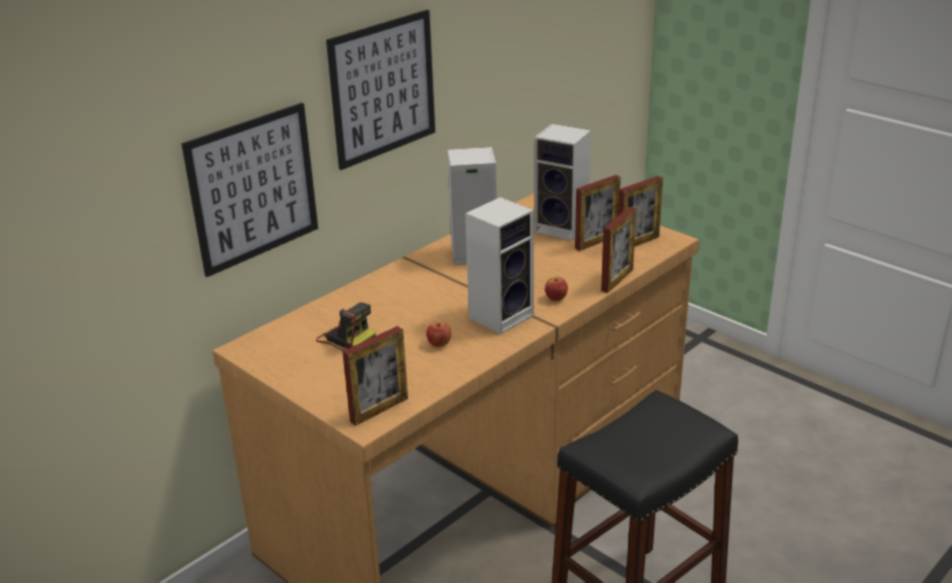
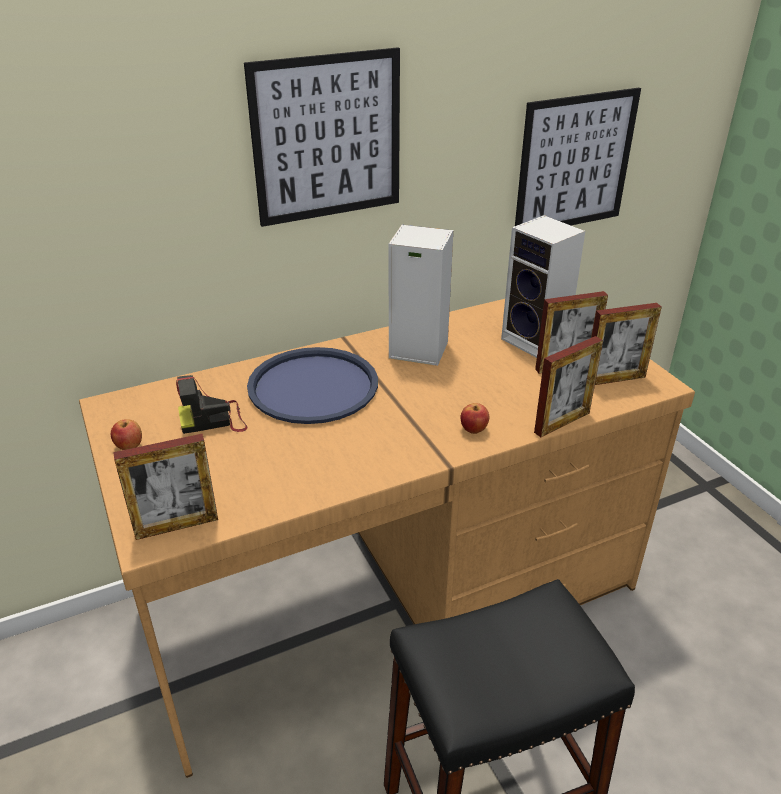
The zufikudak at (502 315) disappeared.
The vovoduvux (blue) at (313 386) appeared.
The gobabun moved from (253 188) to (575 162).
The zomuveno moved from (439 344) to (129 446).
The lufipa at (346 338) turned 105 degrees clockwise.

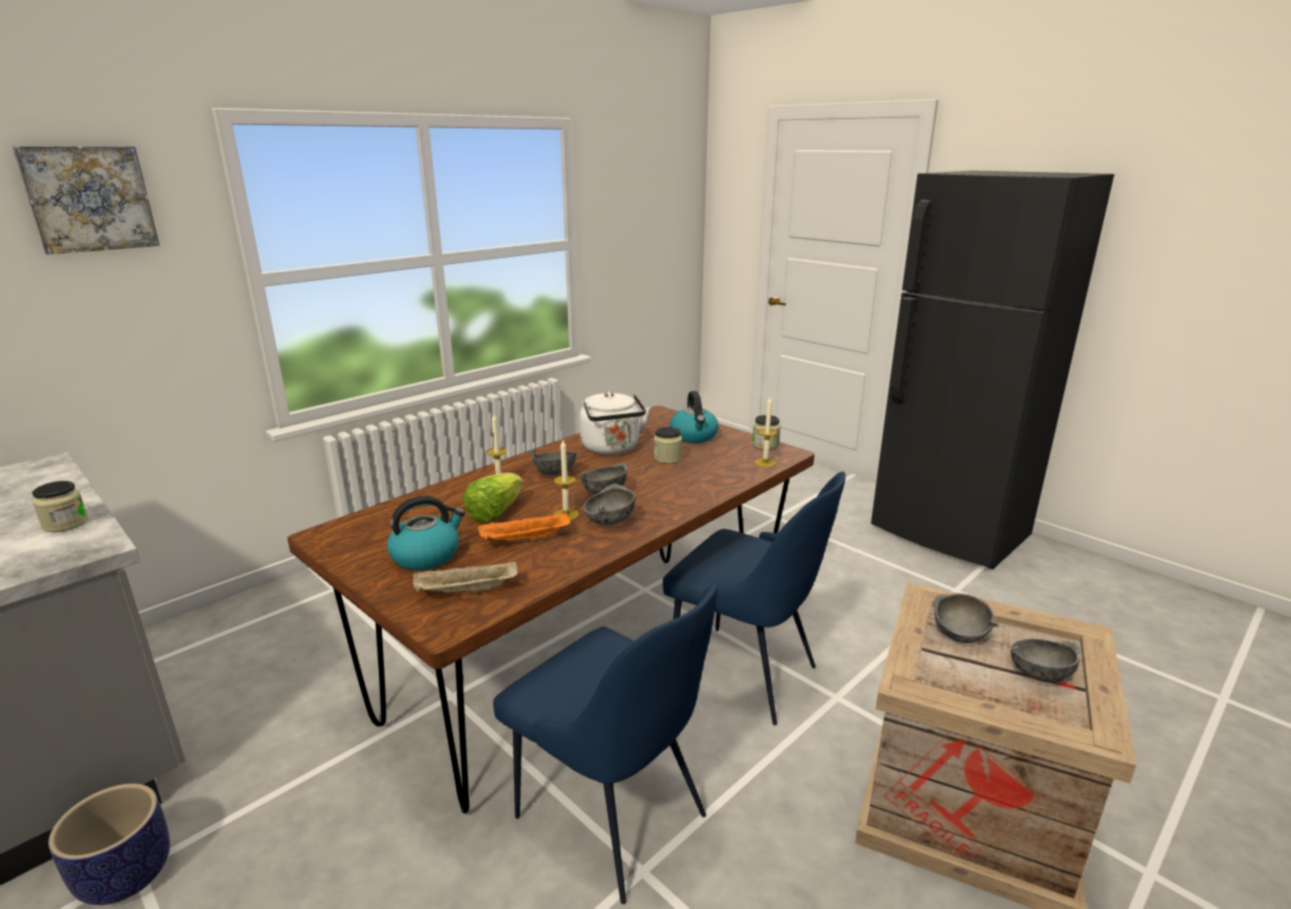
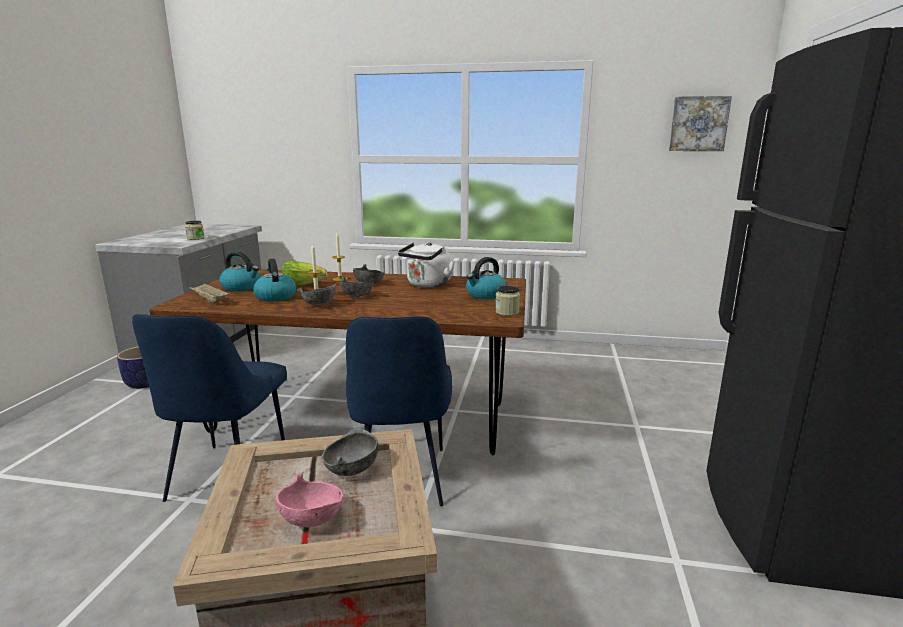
The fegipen at (667 458) disappeared.
The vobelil at (765 463) disappeared.
The gobabun moved from (89 198) to (698 124).
The vovoduvux (orange) at (524 540) was replaced by the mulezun at (275 297).
The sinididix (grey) at (1038 674) became the sinididix (pink) at (312 519).

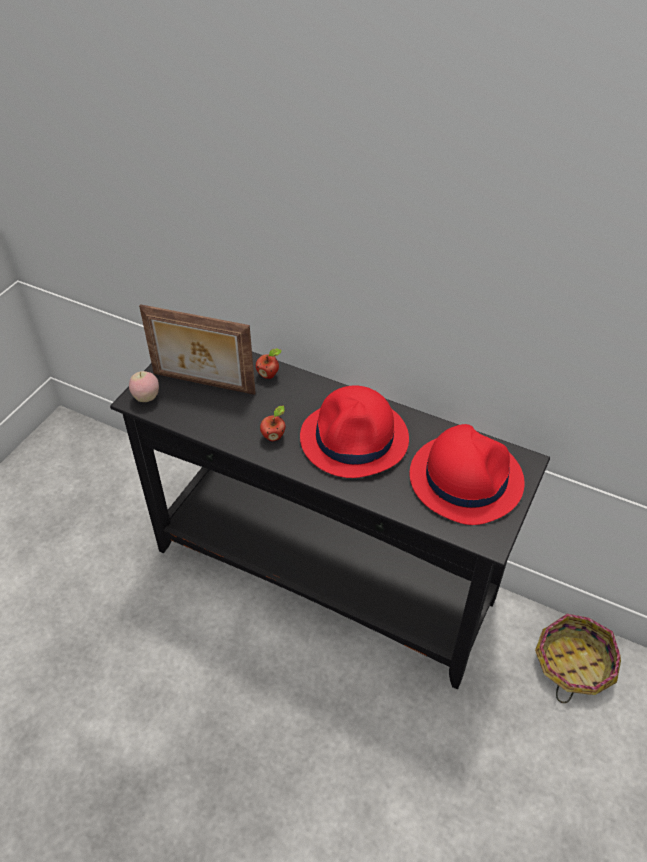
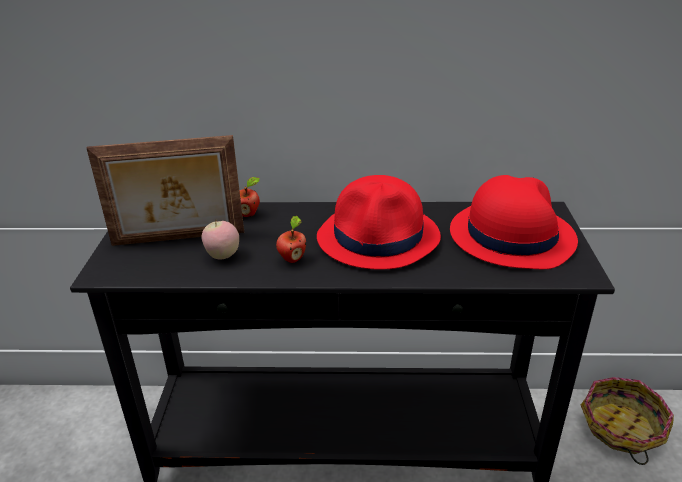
The zomuveno moved from (146 398) to (223 256).

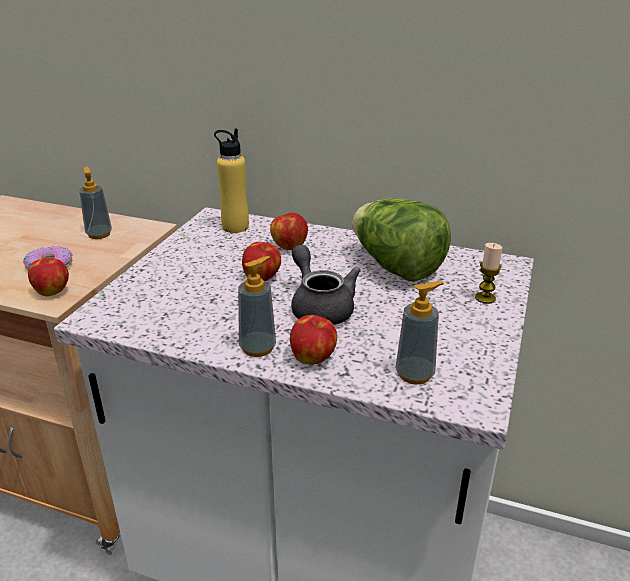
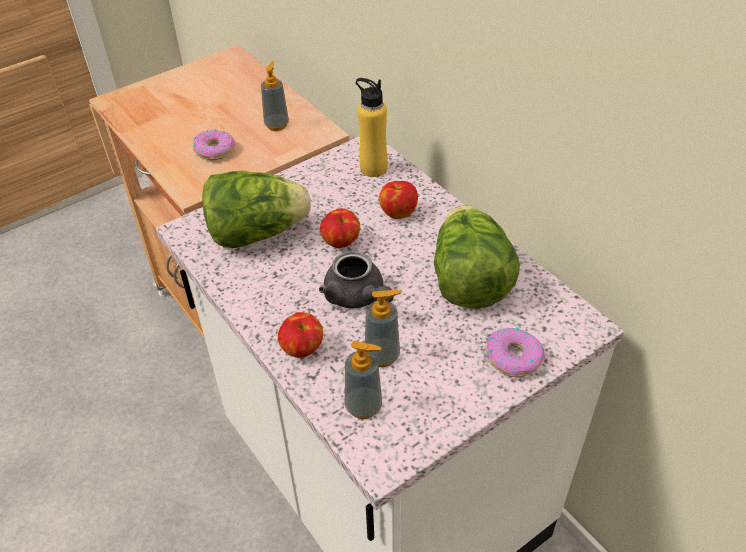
The zomuveno at (52 291) disappeared.
The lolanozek at (256 233) appeared.
The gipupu moved from (258 348) to (382 355).
The vobelil at (485 298) was replaced by the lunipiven at (513 357).
The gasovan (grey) at (320 307) turned 135 degrees clockwise.

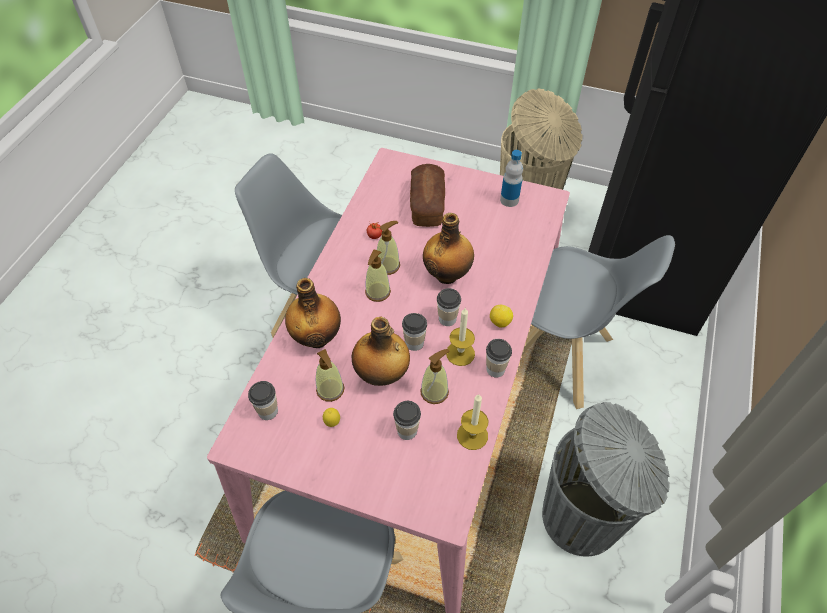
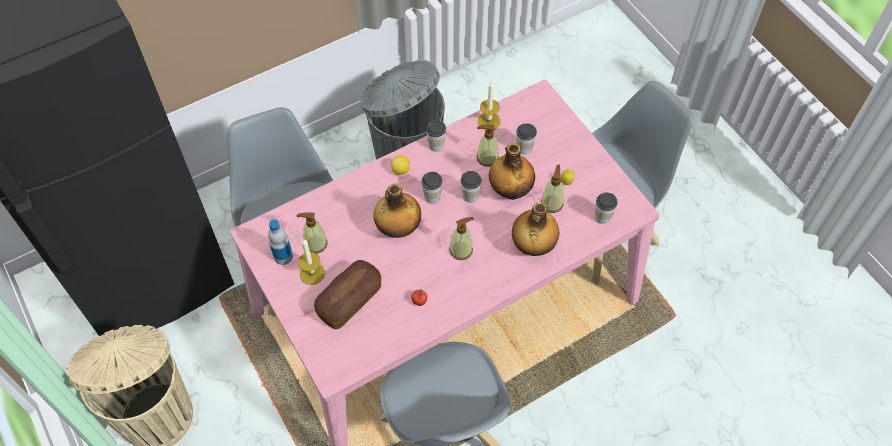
The gipupu moved from (388 265) to (315 244).
The vobelil moved from (460 353) to (312 273).

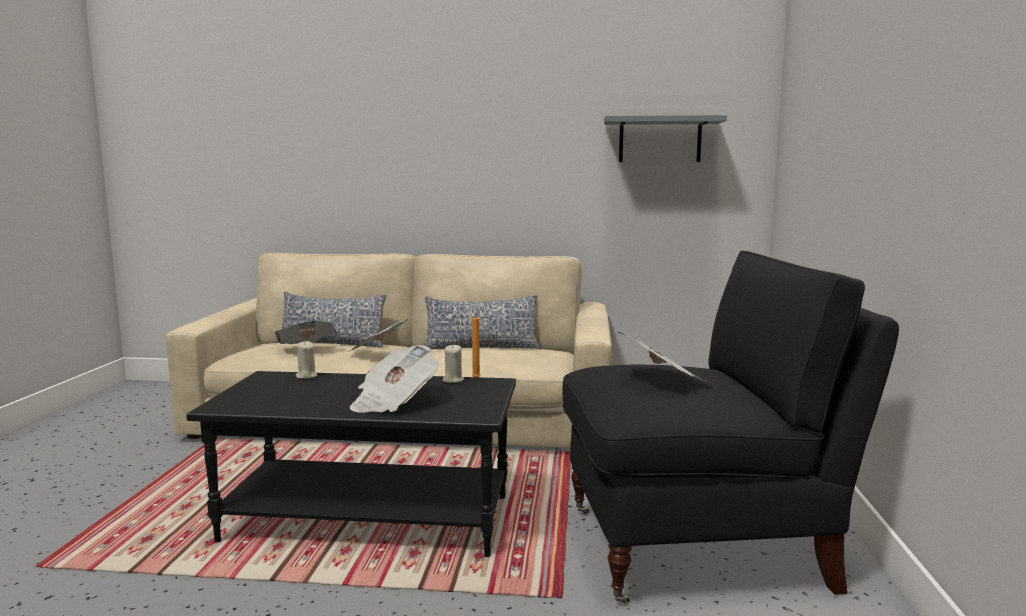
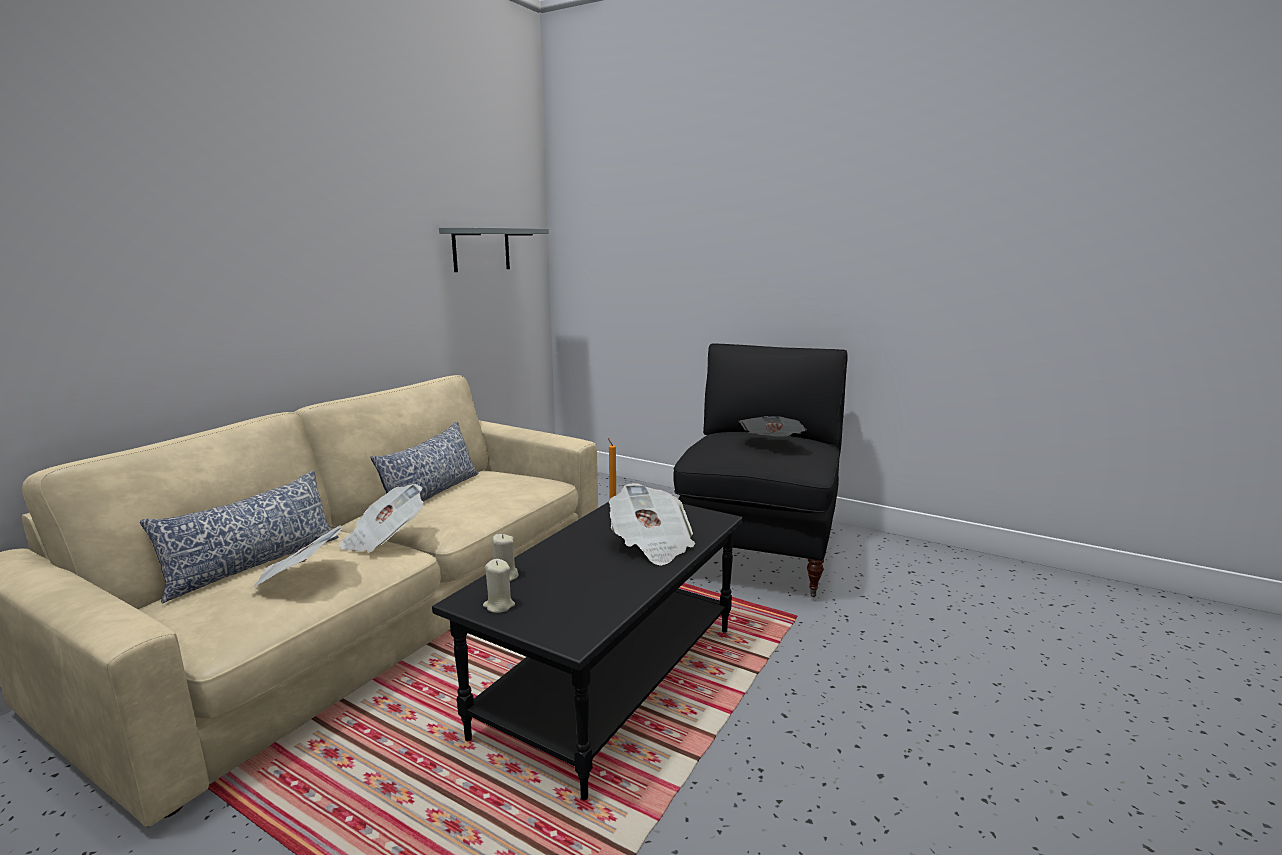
The vobelil (beige) moved from (453 380) to (499 605).

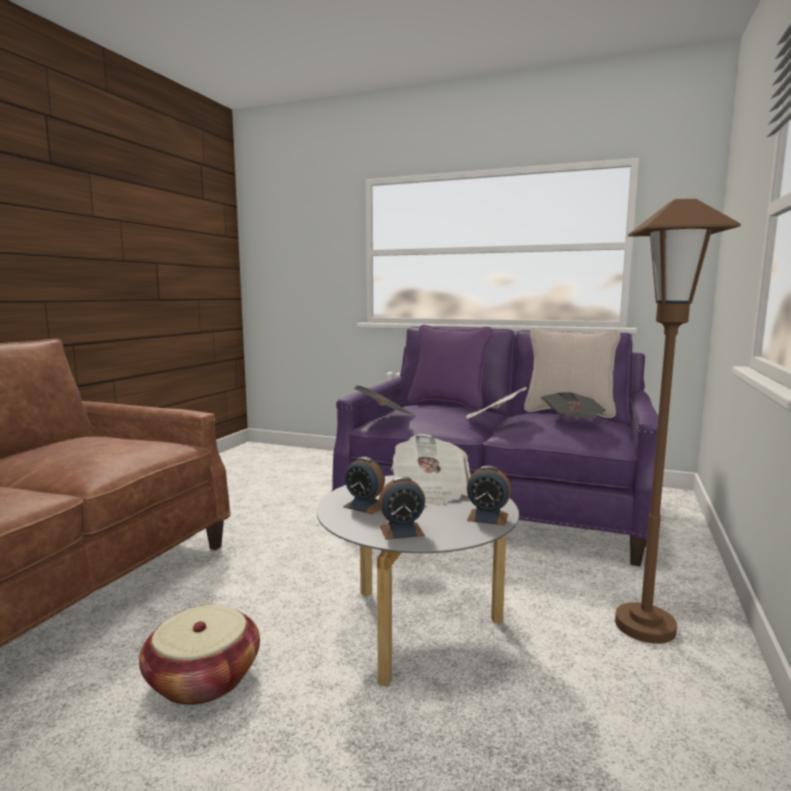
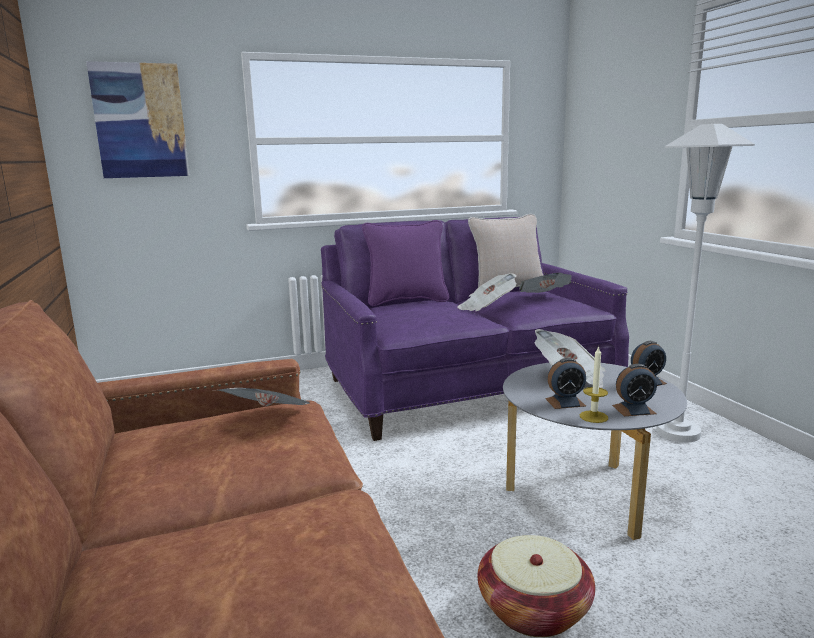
The gobabun at (140 121) appeared.
The vobelil at (593 416) appeared.
The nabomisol moved from (384 416) to (270 421).
The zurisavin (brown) at (644 626) became the zurisavin (white) at (678 432).
The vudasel at (401 531) turned 45 degrees clockwise.

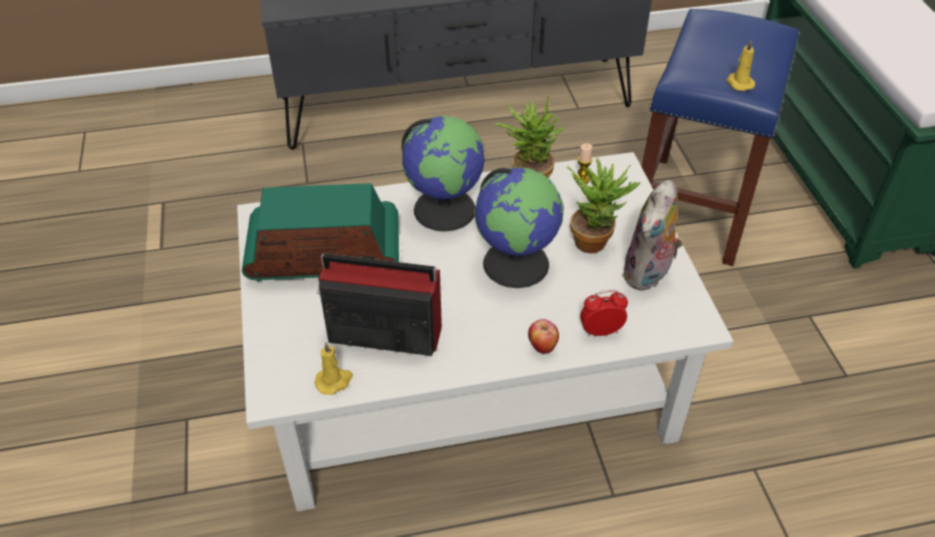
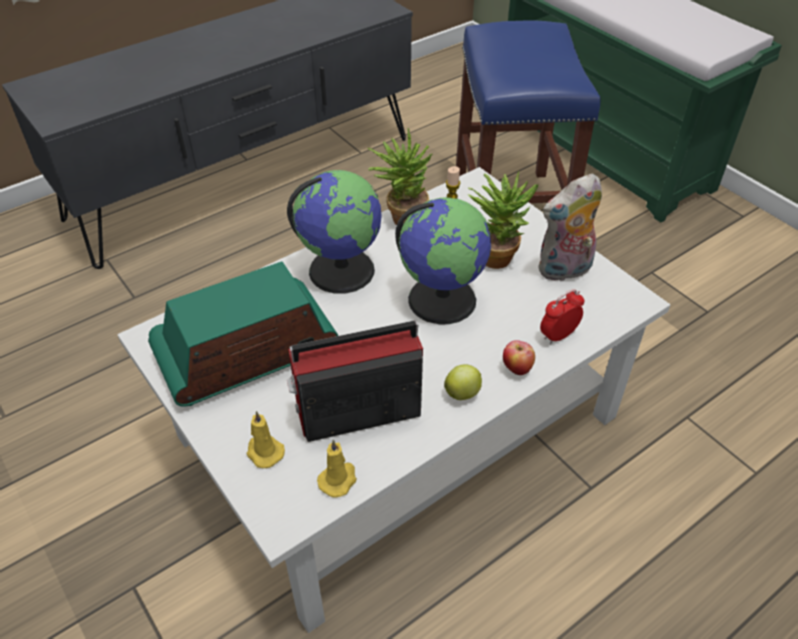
The zomuveno at (462 393) appeared.
The vobelil (yellow) moved from (739 83) to (264 452).
The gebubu at (648 275) turned 60 degrees clockwise.

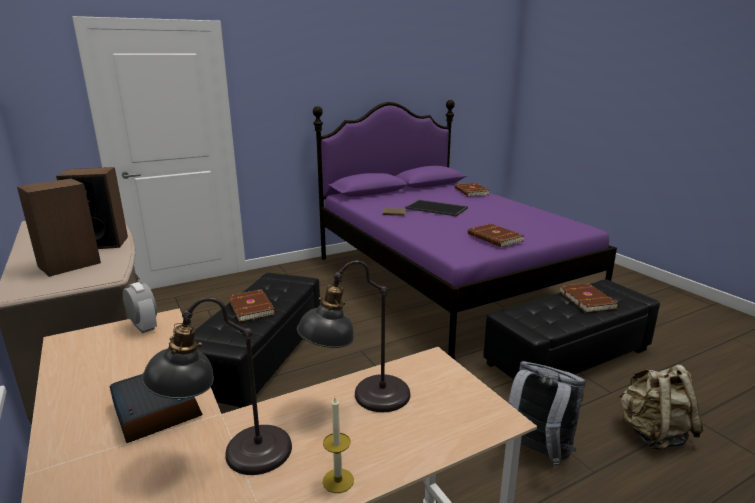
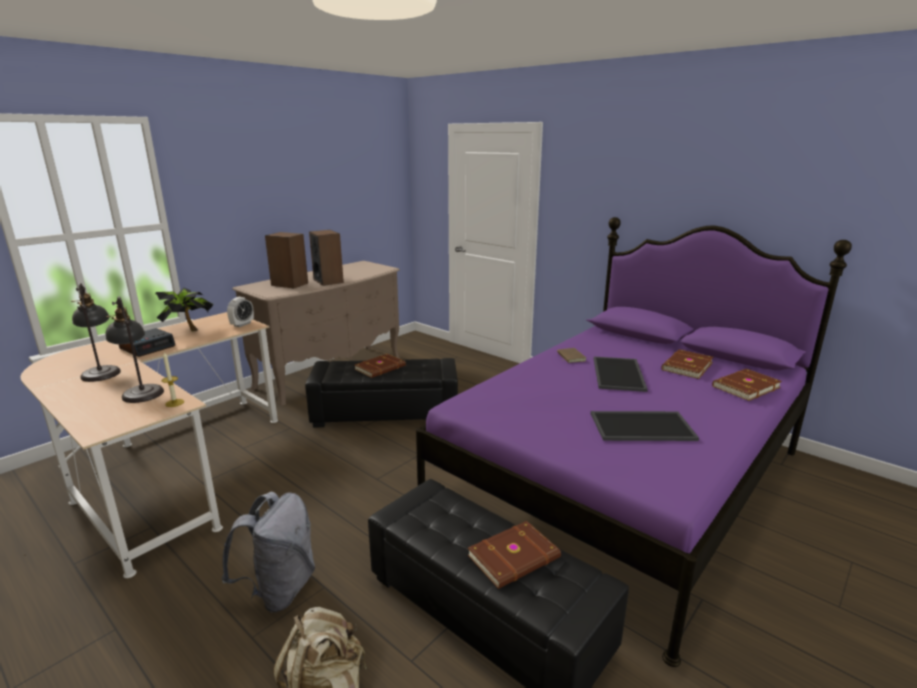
The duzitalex at (188 330) appeared.
The vovoduvux at (642 426) appeared.
The vobelil moved from (338 480) to (174 403).
The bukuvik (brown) moved from (494 238) to (686 366).

